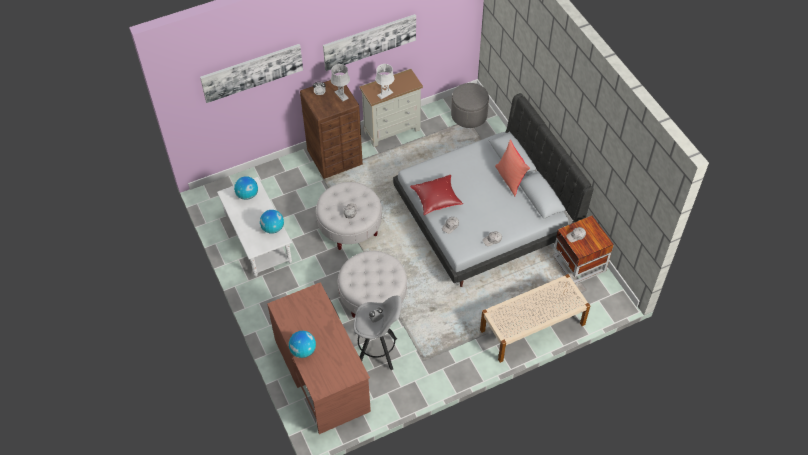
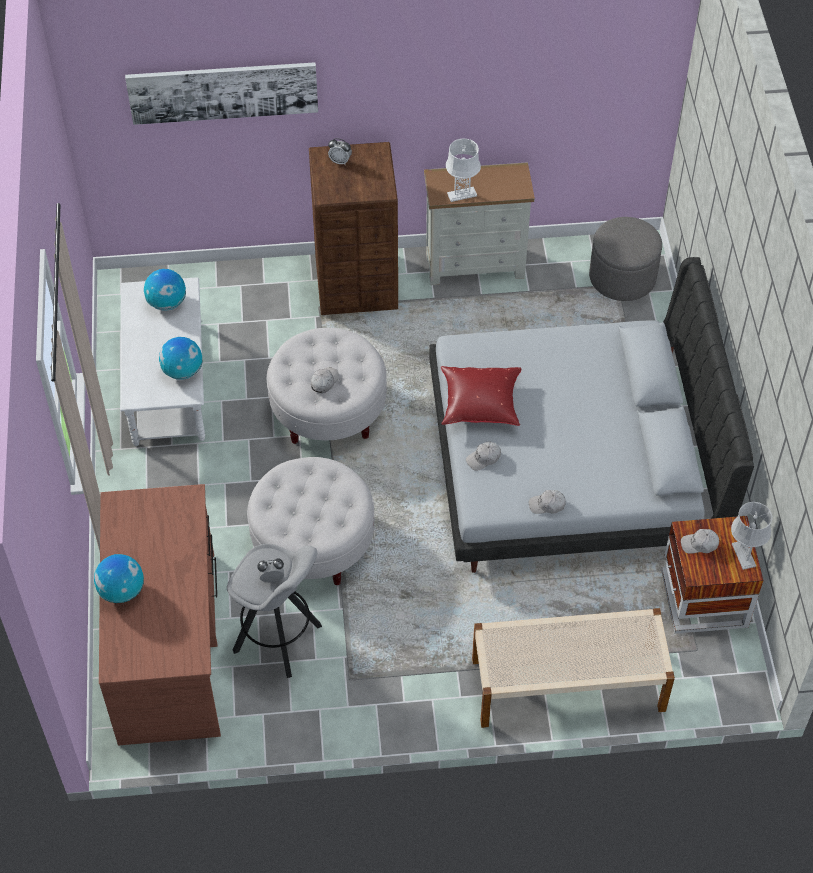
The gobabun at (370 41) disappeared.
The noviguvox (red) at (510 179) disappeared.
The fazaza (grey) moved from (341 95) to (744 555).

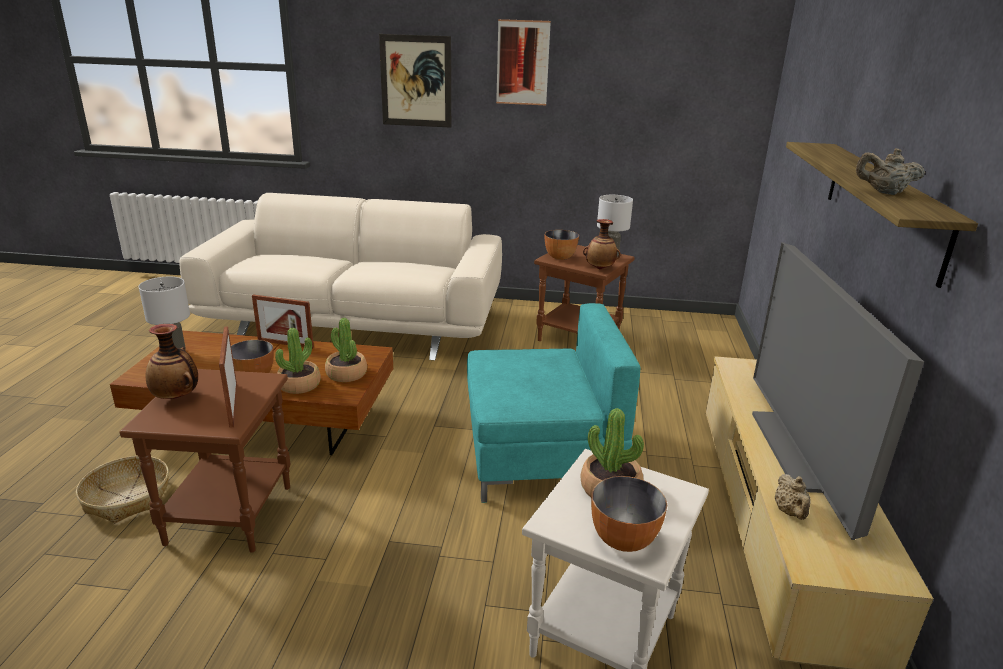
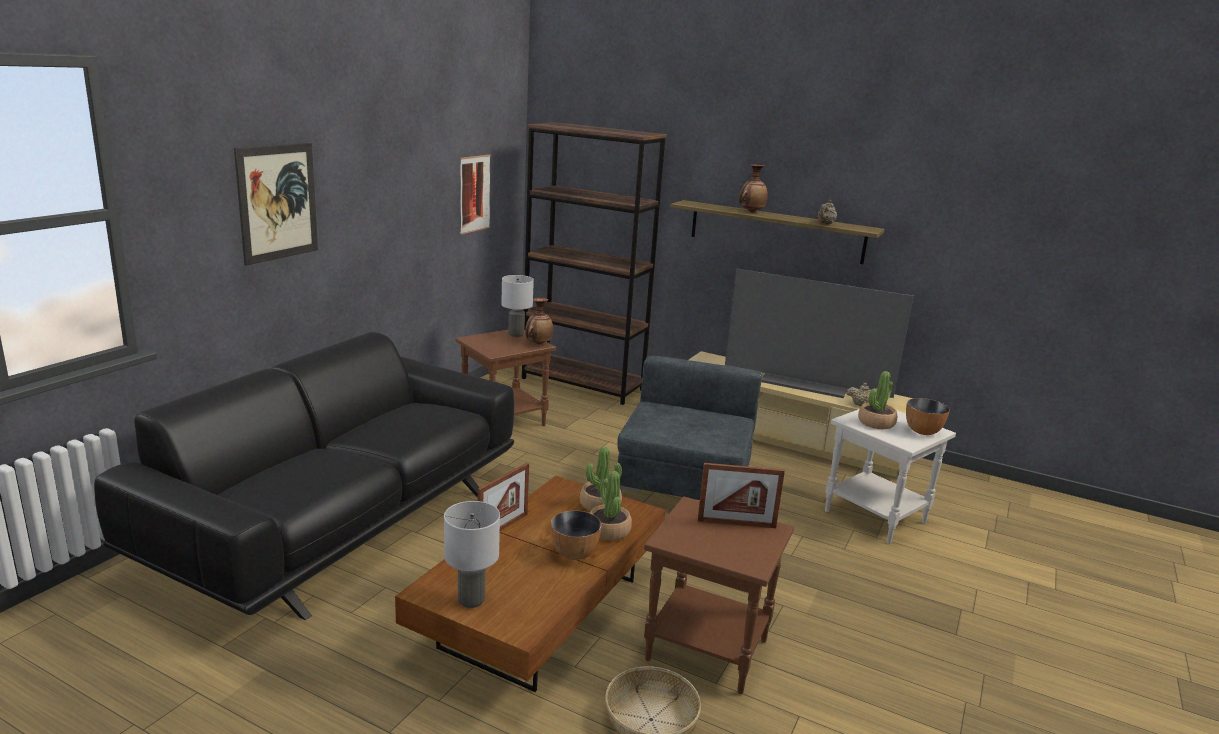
The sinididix at (560 257) disappeared.
The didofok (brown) at (583 384) appeared.
The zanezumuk moved from (177 397) to (751 211).
The gobabun moved from (522 63) to (474 194).
The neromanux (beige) at (356 323) became the neromanux (black) at (341 522).
The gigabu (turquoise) at (539 455) became the gigabu (grey) at (683 488).

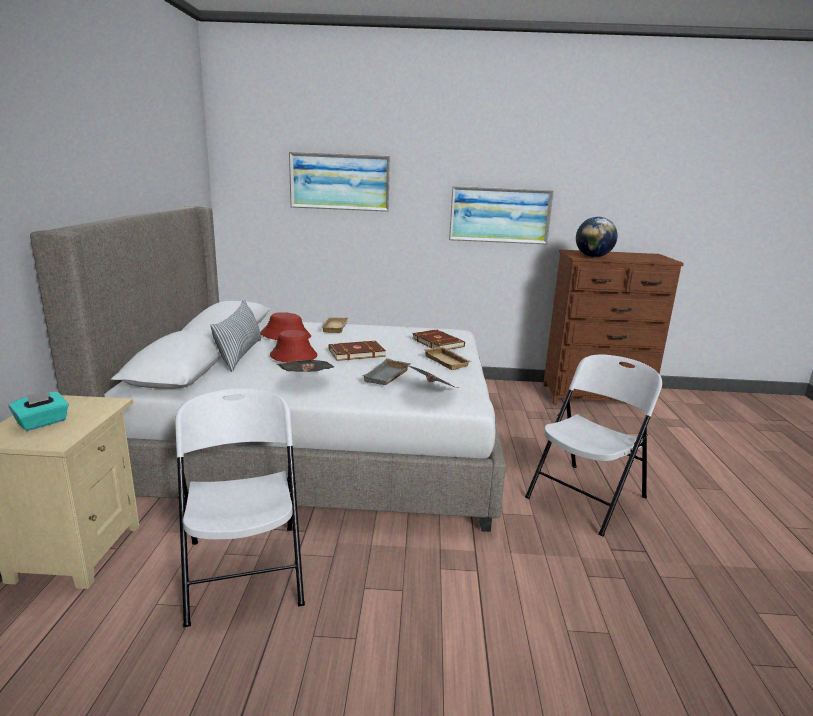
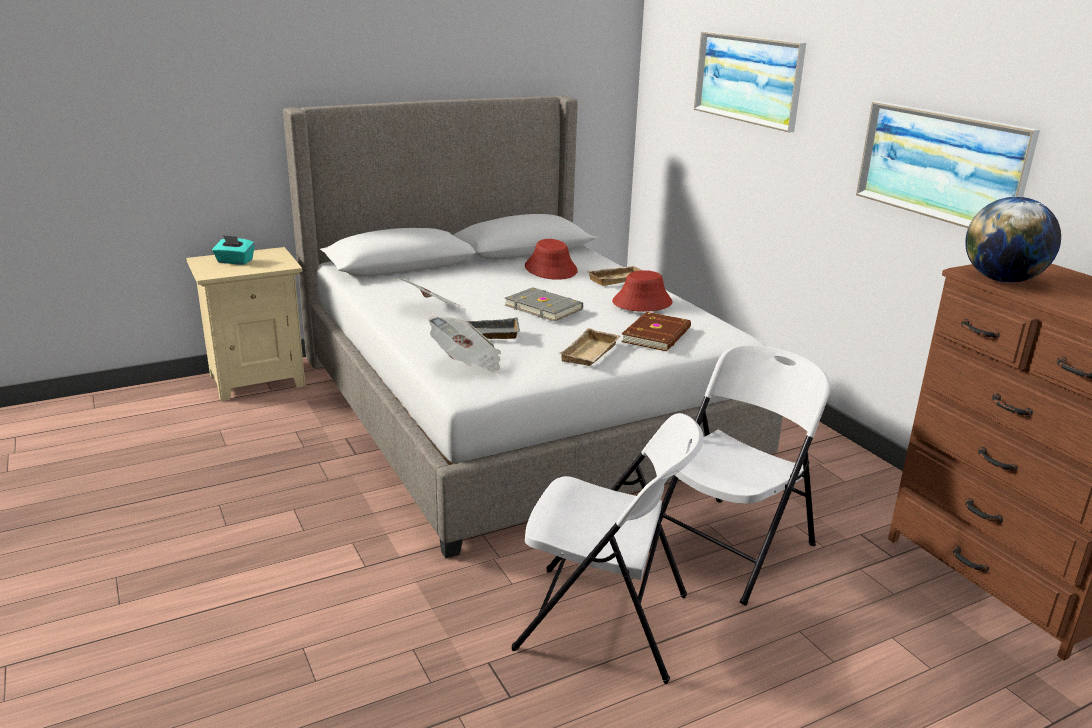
The noviguvox at (240 354) disappeared.
The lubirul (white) moved from (245 572) to (730 548).
The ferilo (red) moved from (293 356) to (642 302).
The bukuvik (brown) at (356 353) became the bukuvik (grey) at (544 307).

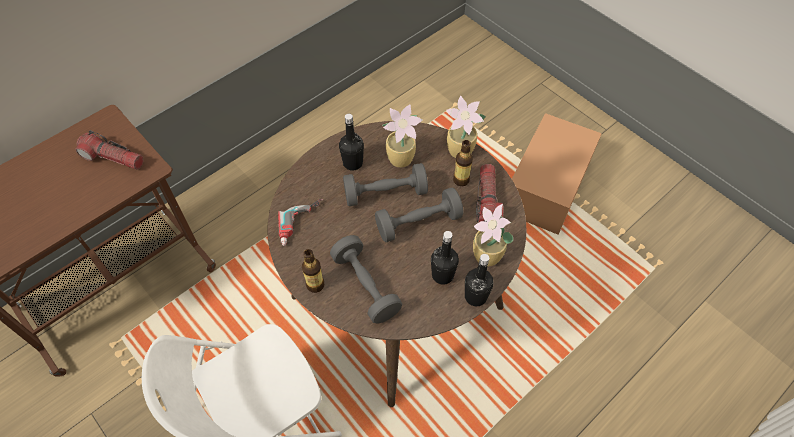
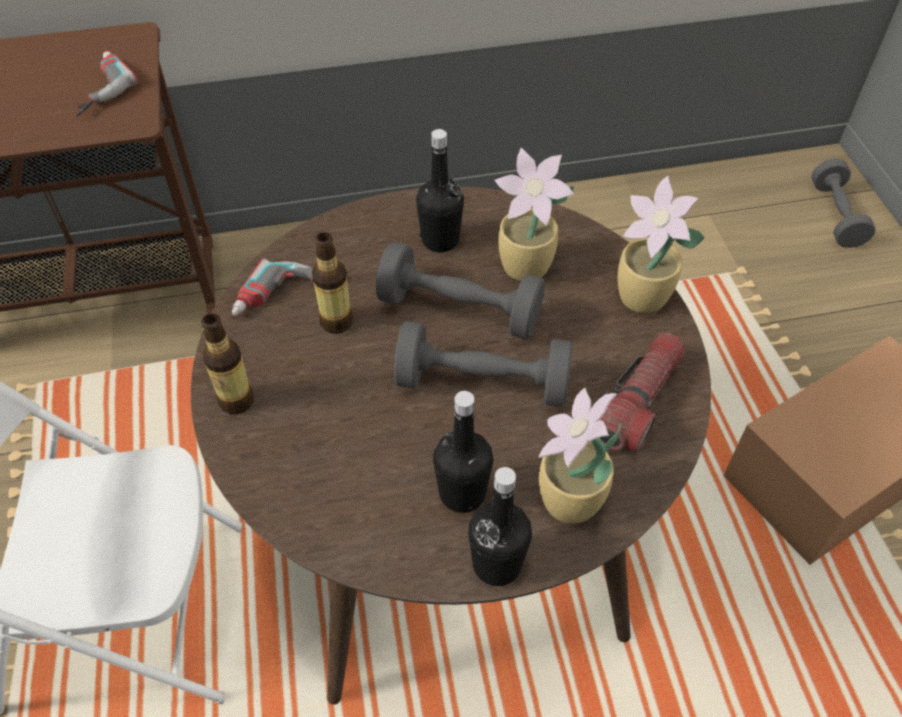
The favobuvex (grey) moved from (366 286) to (836 216).
The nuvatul moved from (461 180) to (336 322).
The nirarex at (113 158) was replaced by the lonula at (96 88).

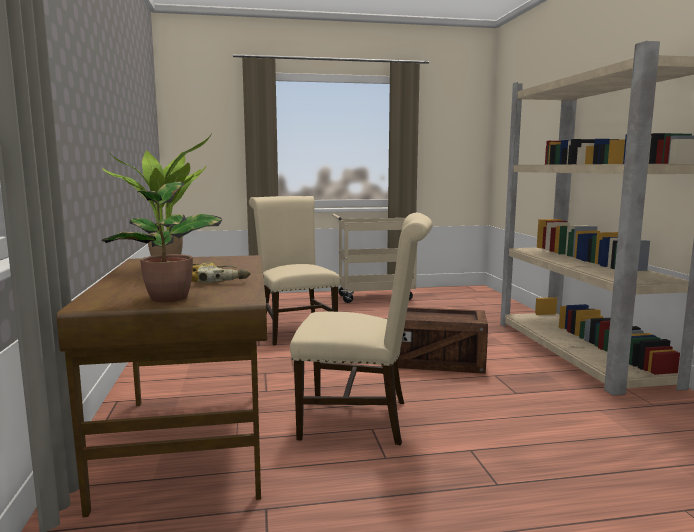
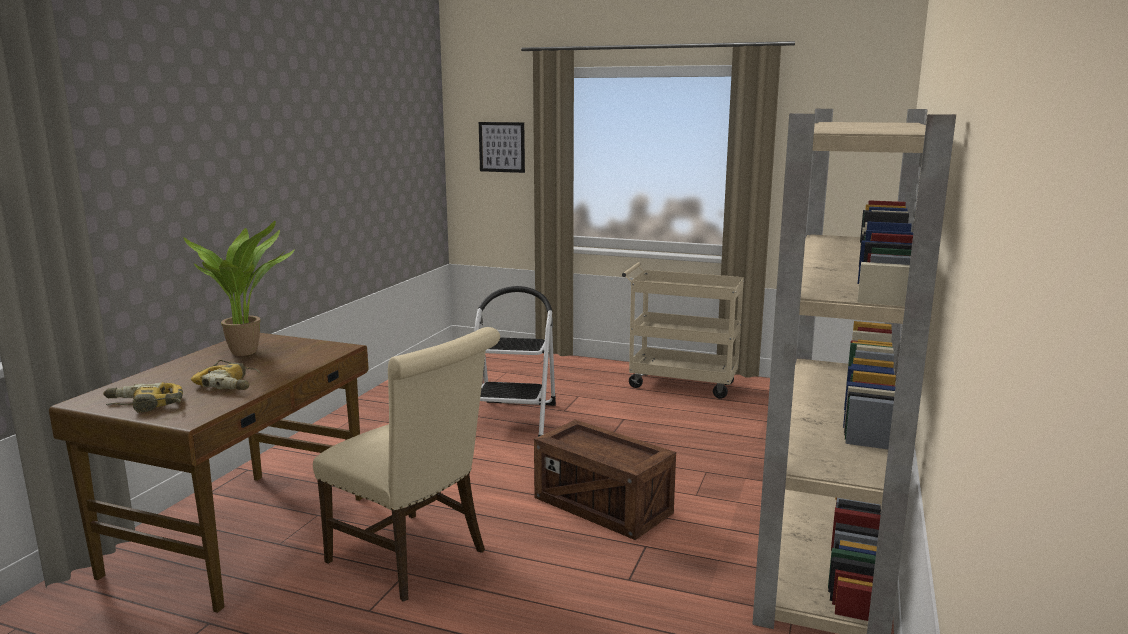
The gobabun at (502 147) appeared.
The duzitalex at (168 298) was replaced by the lonula at (143 406).
The lubirul (beige) at (295 330) was replaced by the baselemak at (514 418).

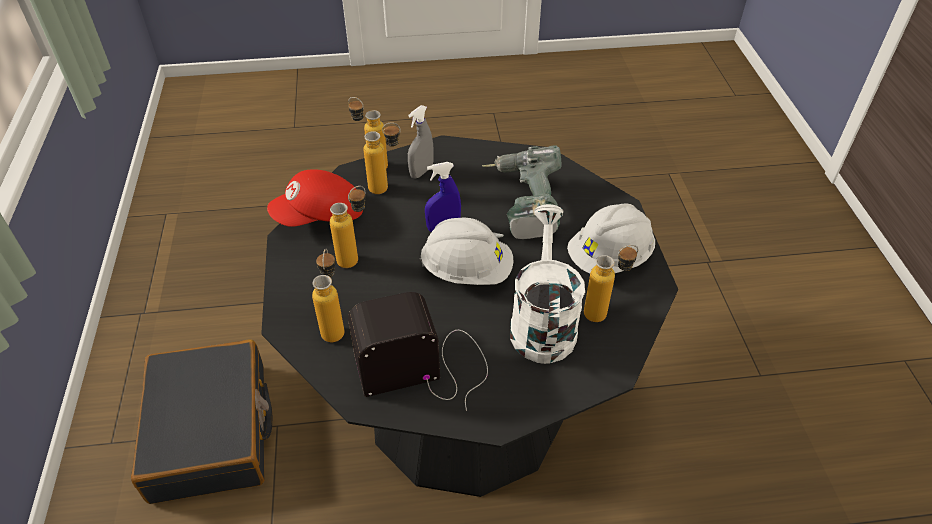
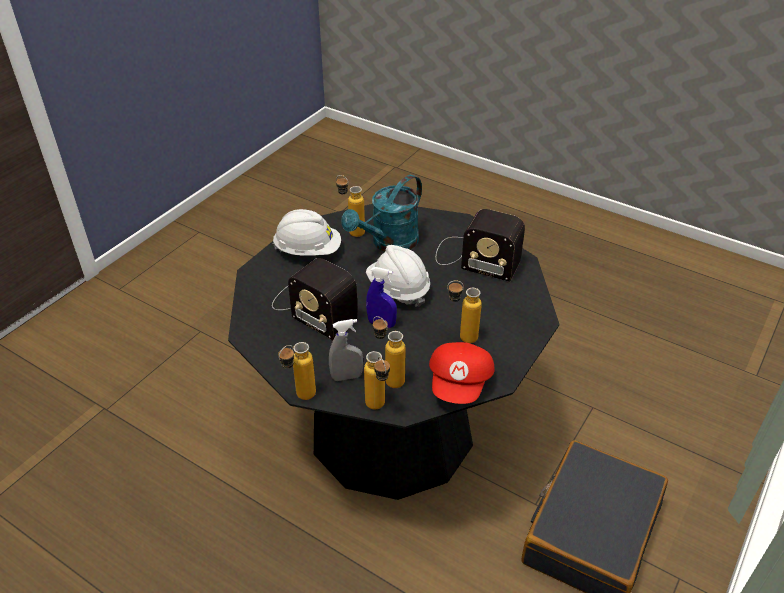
The nuvatul moved from (334 326) to (300 398).
The lonula at (522 206) was replaced by the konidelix at (312 307).
The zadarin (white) at (542 322) became the zadarin (turquoise) at (389 244).
The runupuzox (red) at (320 216) turned 90 degrees clockwise.

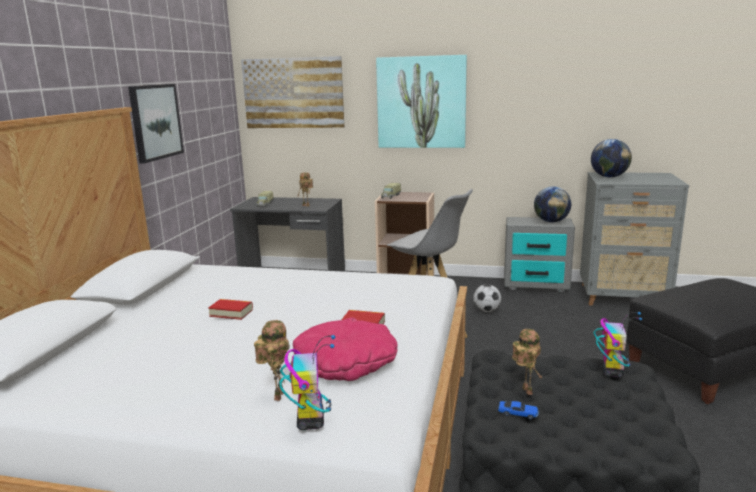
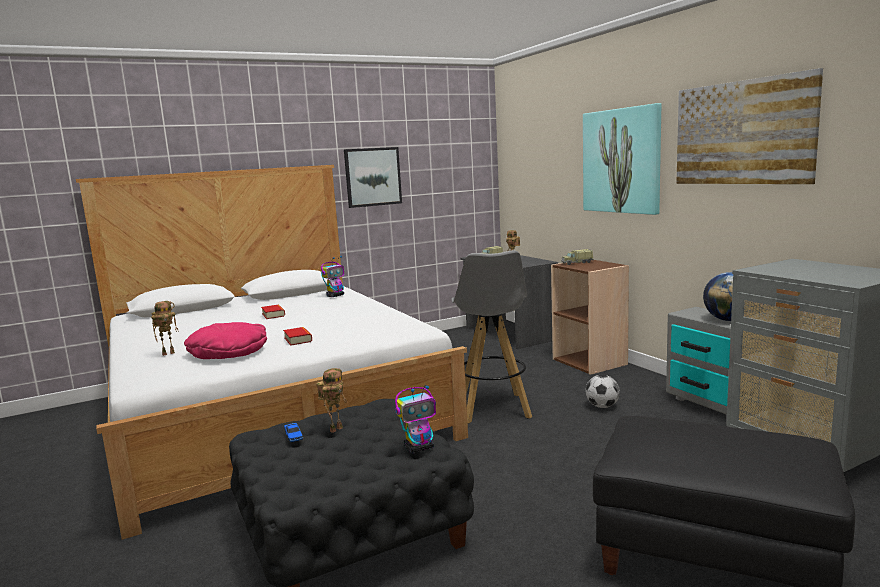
The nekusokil at (609 177) disappeared.
The gobabun moved from (293 93) to (742 133).
The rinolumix moved from (310 421) to (335 296).

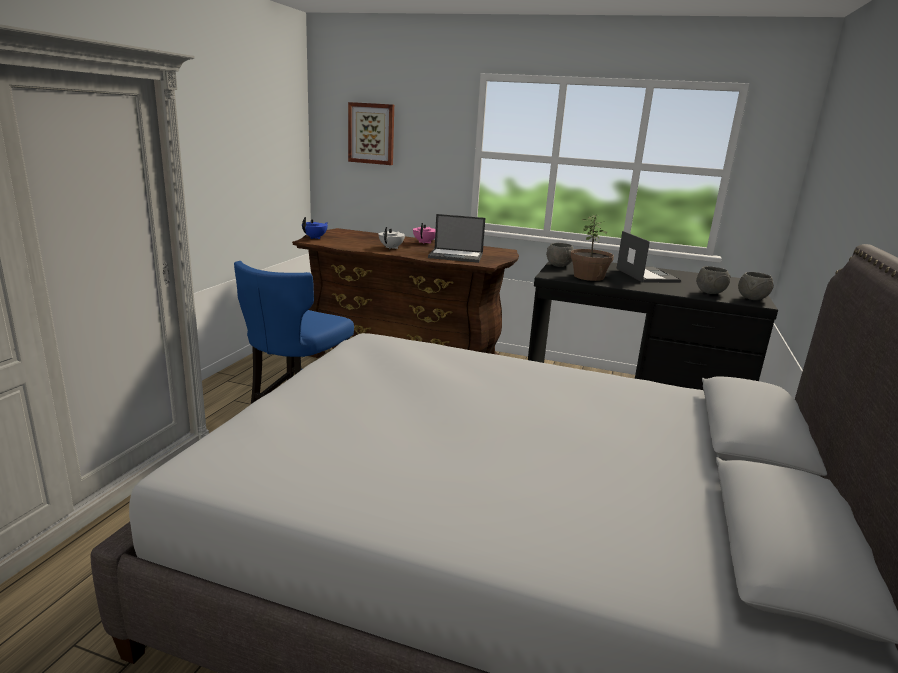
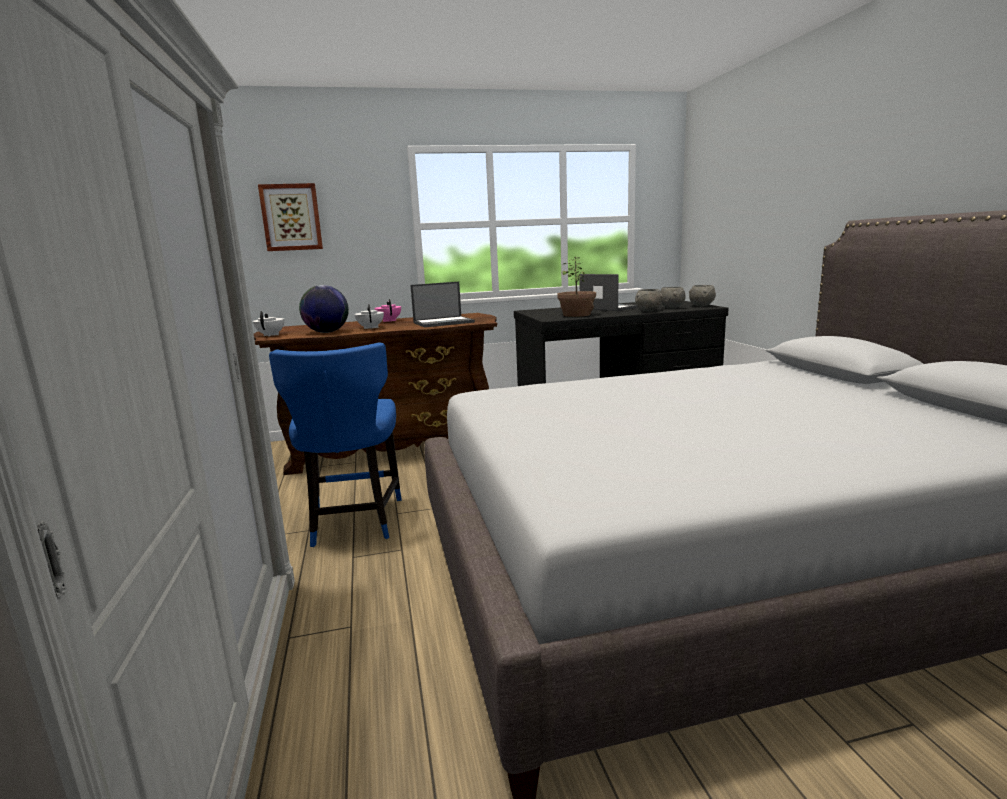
The nekusokil at (327 332) appeared.
The sinididix (grey) moved from (559 266) to (648 311).
The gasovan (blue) at (315 238) became the gasovan (white) at (271 335).

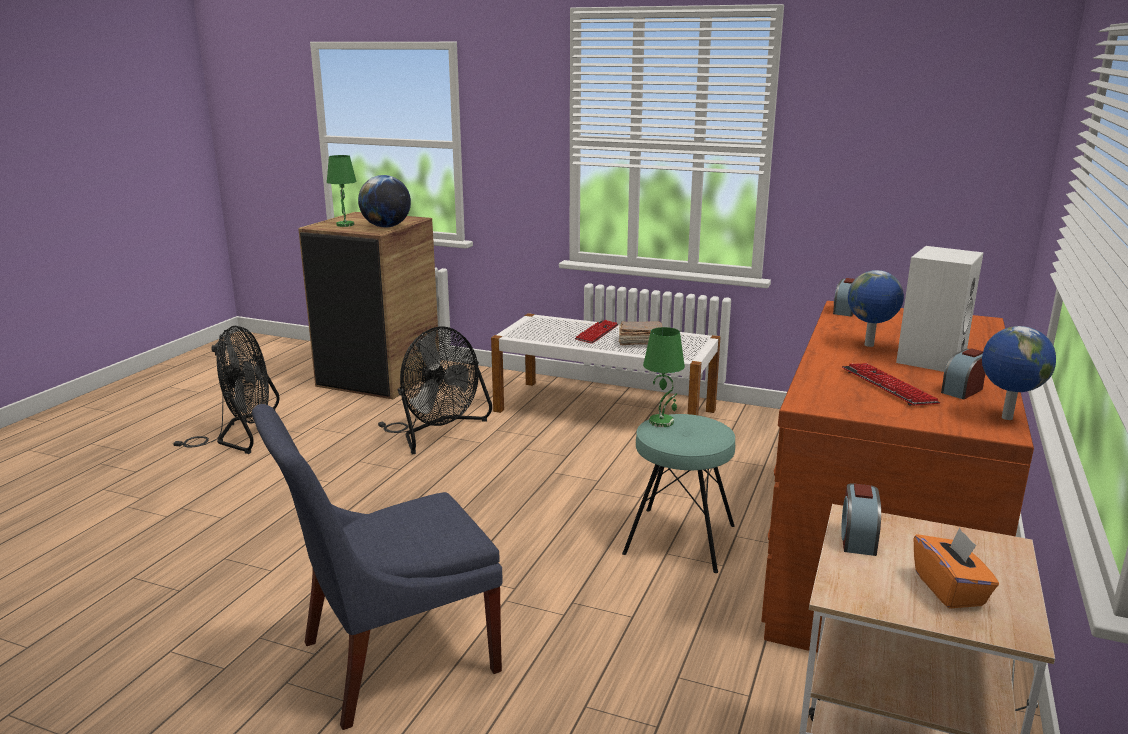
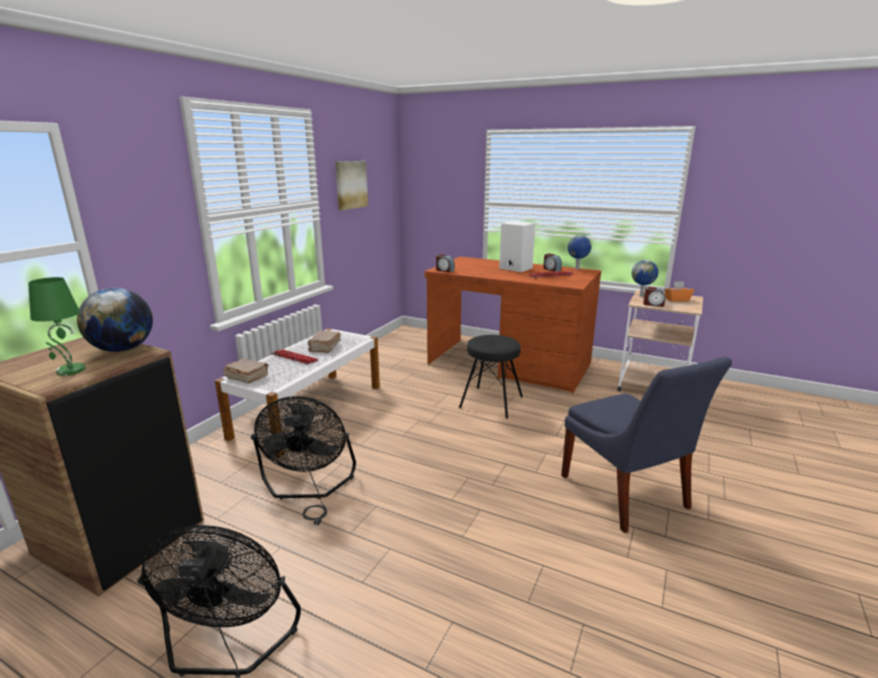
The fazaza (green) at (662 422) disappeared.
The bukuvik (brown) at (247 377) appeared.
The gobabun at (350 184) appeared.
The nekusokil moved from (869 345) to (642 296).
The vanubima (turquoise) at (680 539) became the vanubima (black) at (491 402).
The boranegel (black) at (433 432) turned 45 degrees counterclockwise.

